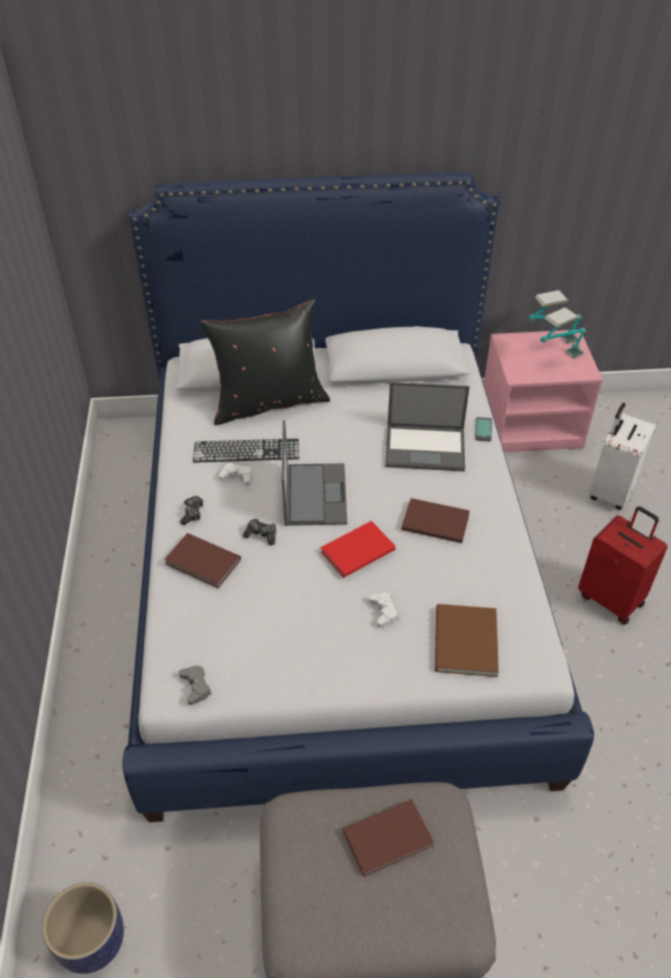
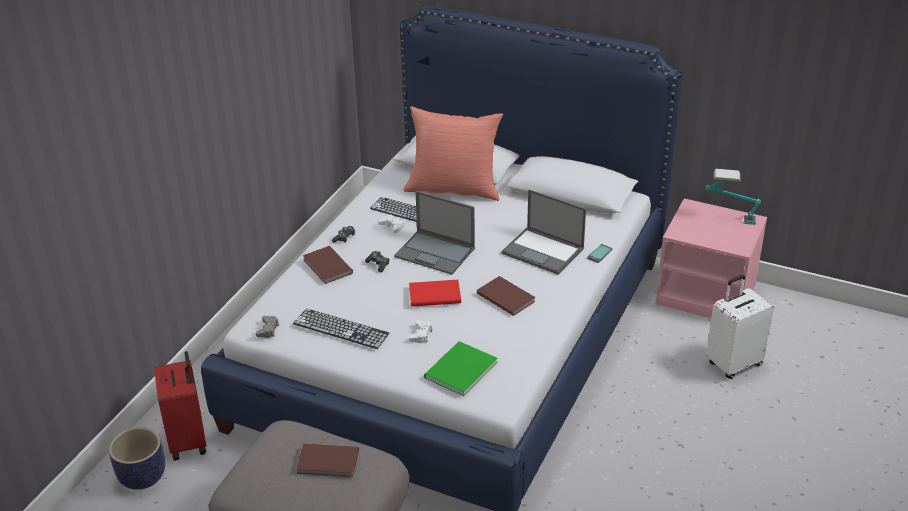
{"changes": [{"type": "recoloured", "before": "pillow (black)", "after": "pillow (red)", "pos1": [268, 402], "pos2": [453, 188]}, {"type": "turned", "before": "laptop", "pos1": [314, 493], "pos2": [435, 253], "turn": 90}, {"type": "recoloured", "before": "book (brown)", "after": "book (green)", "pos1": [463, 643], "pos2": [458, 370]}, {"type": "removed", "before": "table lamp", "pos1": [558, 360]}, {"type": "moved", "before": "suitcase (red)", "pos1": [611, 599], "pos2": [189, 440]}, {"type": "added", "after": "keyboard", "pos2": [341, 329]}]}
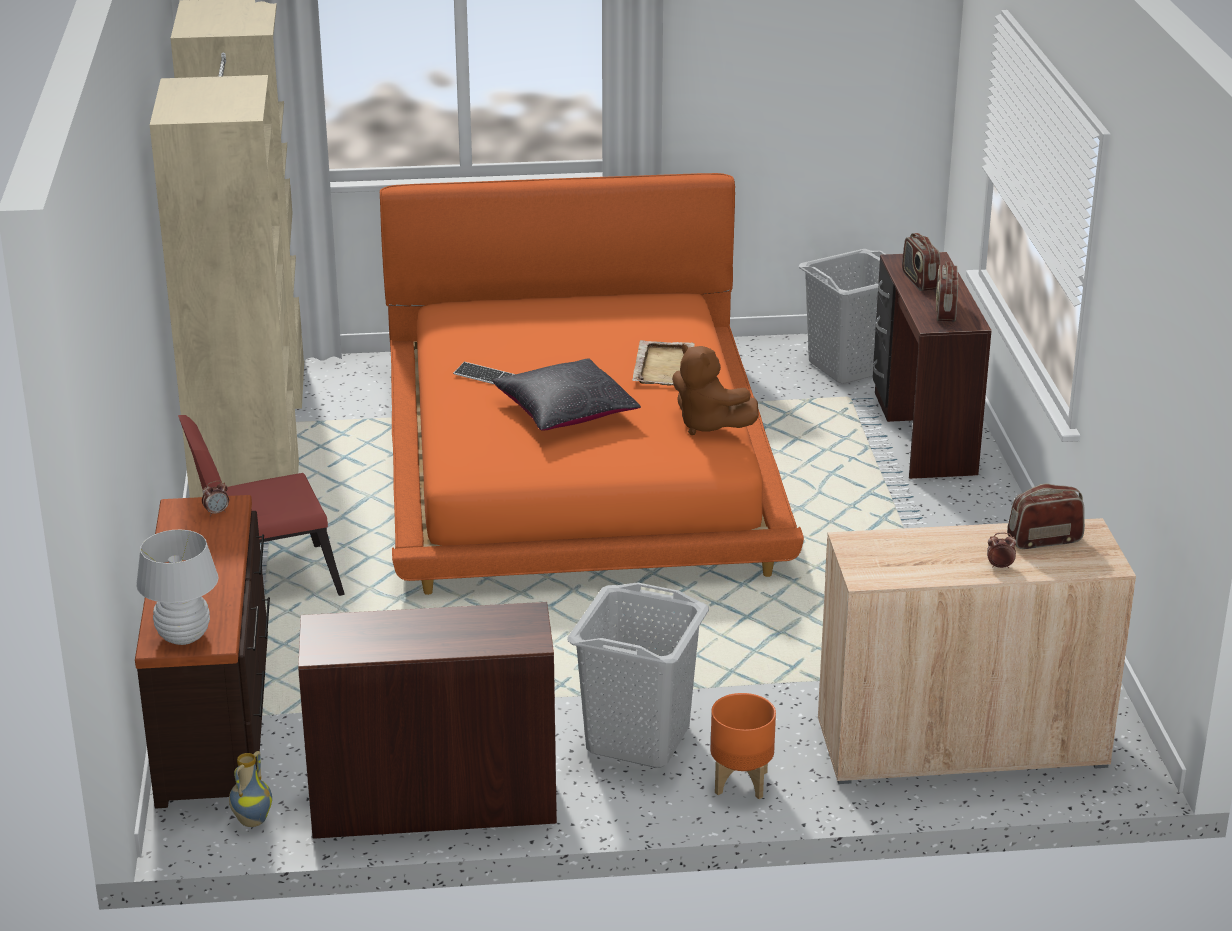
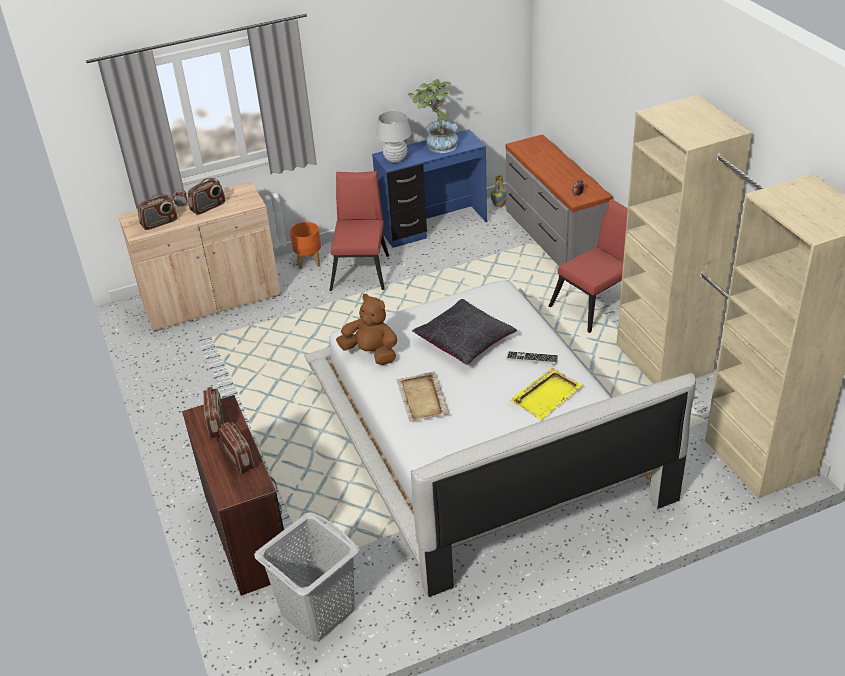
{"changes": [{"type": "recoloured", "before": "dresser (brown)", "after": "dresser (grey)", "pos1": [216, 716], "pos2": [553, 237]}, {"type": "moved", "before": "table lamp (white)", "pos1": [184, 637], "pos2": [395, 159]}, {"type": "recoloured", "before": "desk (brown)", "after": "desk (blue)", "pos1": [433, 802], "pos2": [433, 226]}, {"type": "recoloured", "before": "bed (orange)", "after": "bed (white)", "pos1": [577, 463], "pos2": [481, 435]}, {"type": "replaced", "before": "laundry basket (grey)", "after": "chair (red)", "pos1": [637, 739], "pos2": [361, 269]}, {"type": "added", "after": "radio", "pos2": [208, 207]}, {"type": "added", "after": "potted plant", "pos2": [437, 146]}, {"type": "added", "after": "tray (yellow)", "pos2": [547, 395]}]}
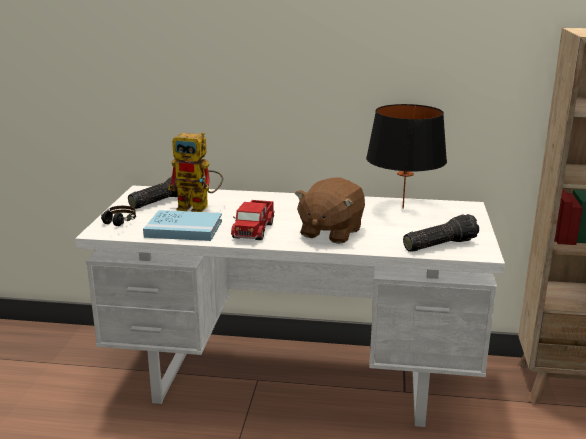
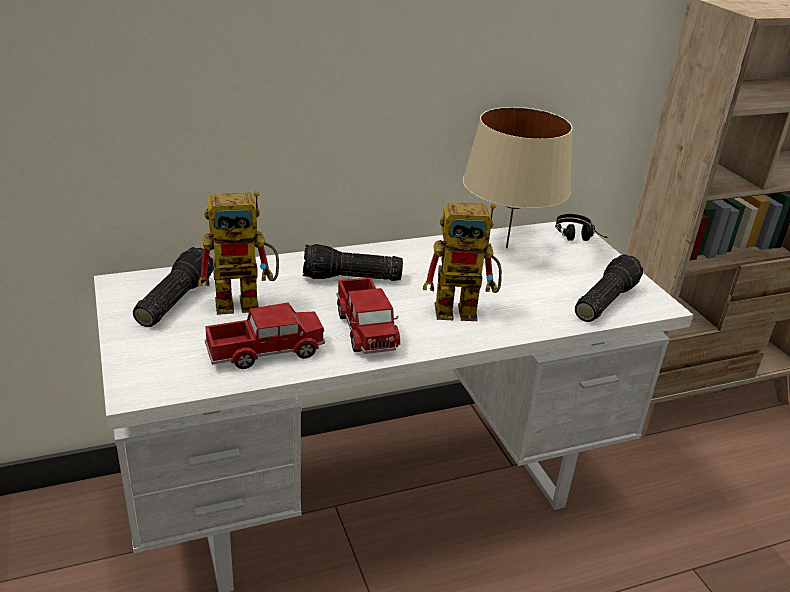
{"changes": [{"type": "moved", "before": "headphones", "pos1": [116, 224], "pos2": [579, 239]}, {"type": "replaced", "before": "book (blue)", "after": "toy truck", "pos1": [184, 229], "pos2": [265, 351]}, {"type": "replaced", "before": "plush toy (brown)", "after": "toy robot", "pos1": [330, 232], "pos2": [465, 310]}, {"type": "recoloured", "before": "table lamp (black)", "after": "table lamp (beige)", "pos1": [403, 208], "pos2": [506, 247]}, {"type": "added", "after": "flashlight", "pos2": [350, 278]}]}
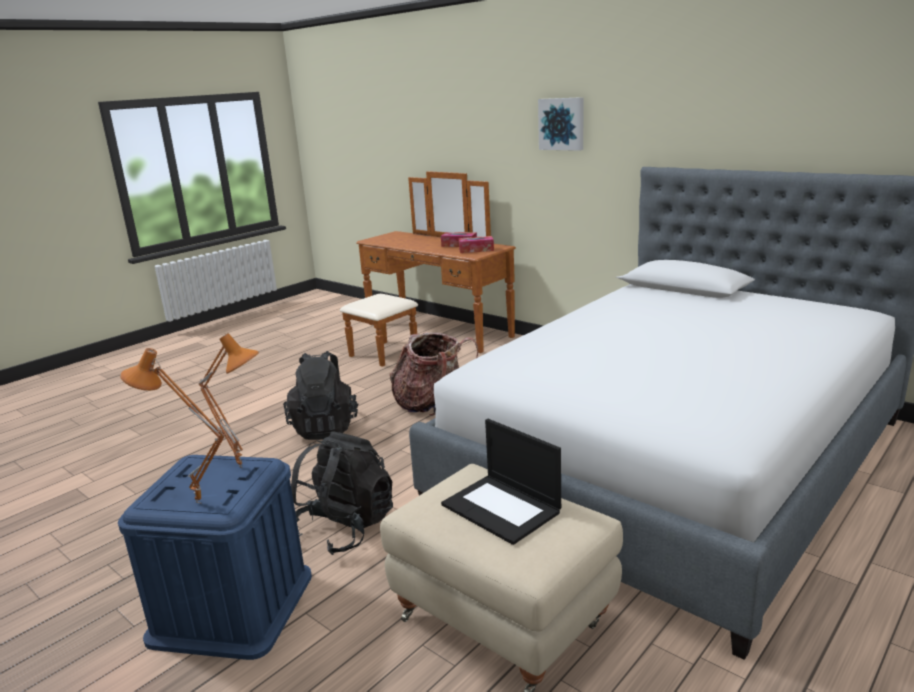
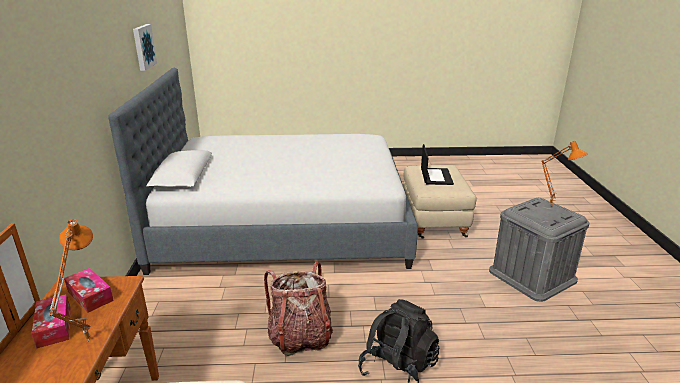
{"changes": [{"type": "recoloured", "before": "storage box (blue)", "after": "storage box (grey)", "pos1": [232, 606], "pos2": [532, 275]}, {"type": "moved", "before": "table lamp (orange)", "pos1": [243, 466], "pos2": [86, 339]}, {"type": "removed", "before": "backpack (black)", "pos1": [345, 528]}, {"type": "moved", "before": "picture", "pos1": [562, 124], "pos2": [143, 47]}]}
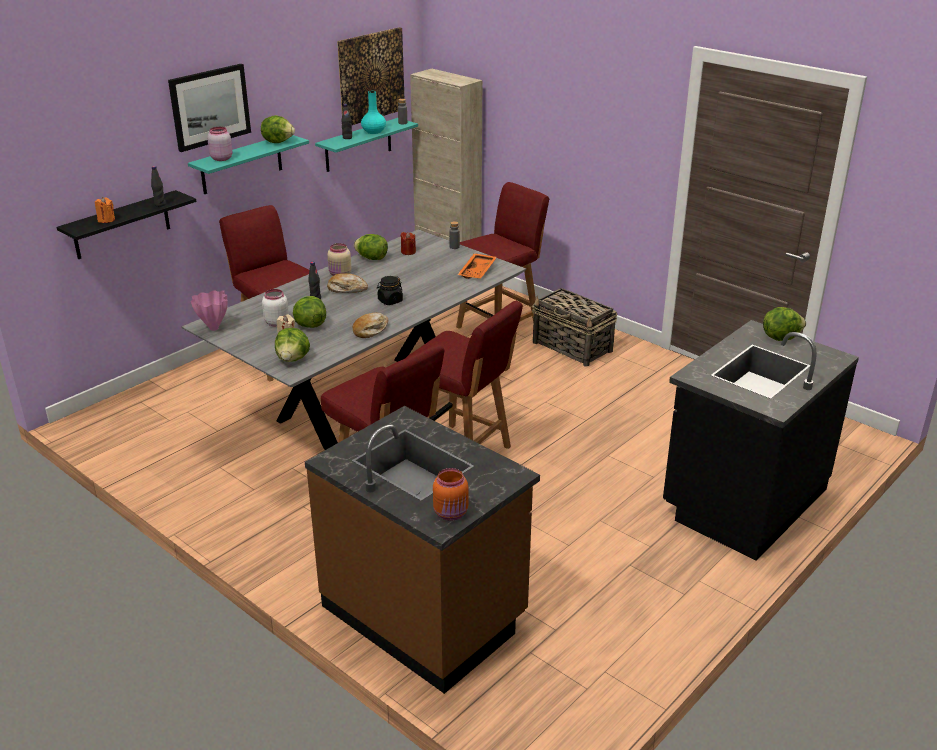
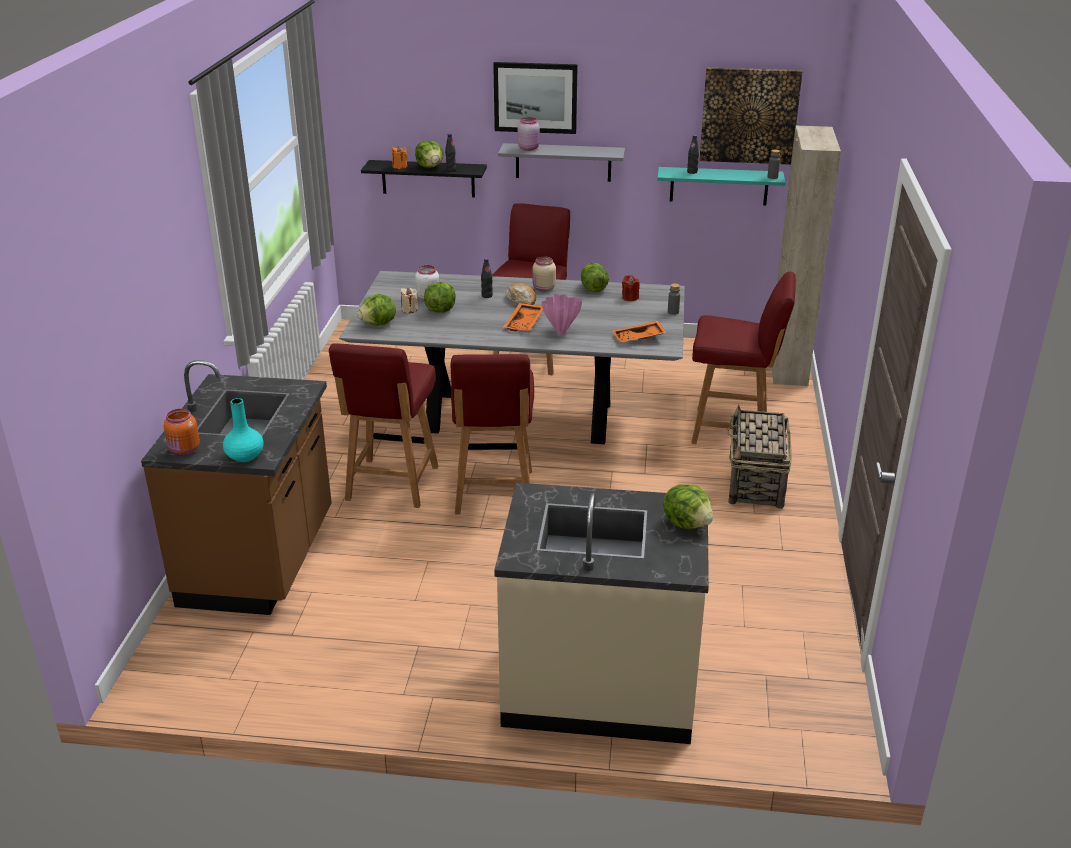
{"changes": [{"type": "recoloured", "before": "shelf (turquoise)", "after": "shelf (grey)", "pos1": [241, 164], "pos2": [563, 162]}, {"type": "moved", "before": "vase (pink)", "pos1": [213, 329], "pos2": [560, 332]}, {"type": "moved", "before": "lettuce", "pos1": [278, 142], "pos2": [430, 167]}, {"type": "removed", "before": "bread", "pos1": [370, 330]}, {"type": "moved", "before": "vase (turquoise)", "pos1": [374, 132], "pos2": [245, 456]}, {"type": "replaced", "before": "jar (black)", "after": "tray (orange)", "pos1": [390, 301], "pos2": [525, 323]}, {"type": "recoloured", "before": "counter (black)", "after": "counter (beige)", "pos1": [742, 500], "pos2": [600, 686]}]}
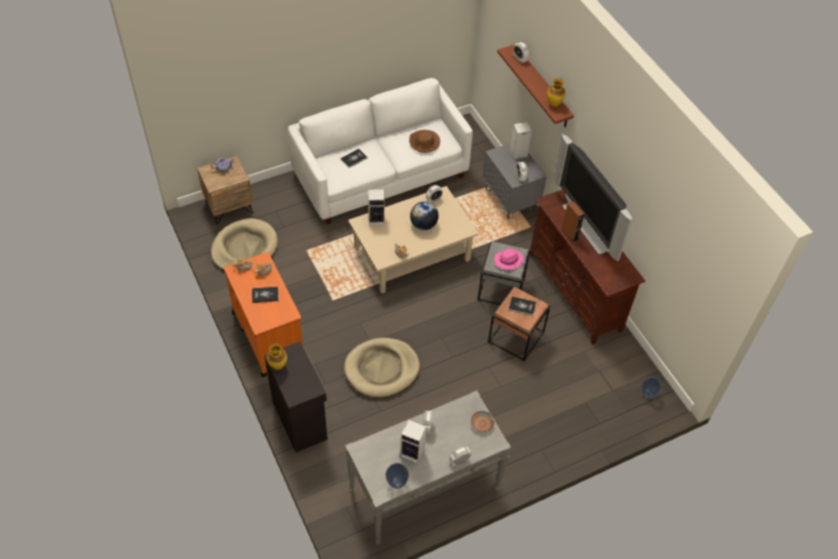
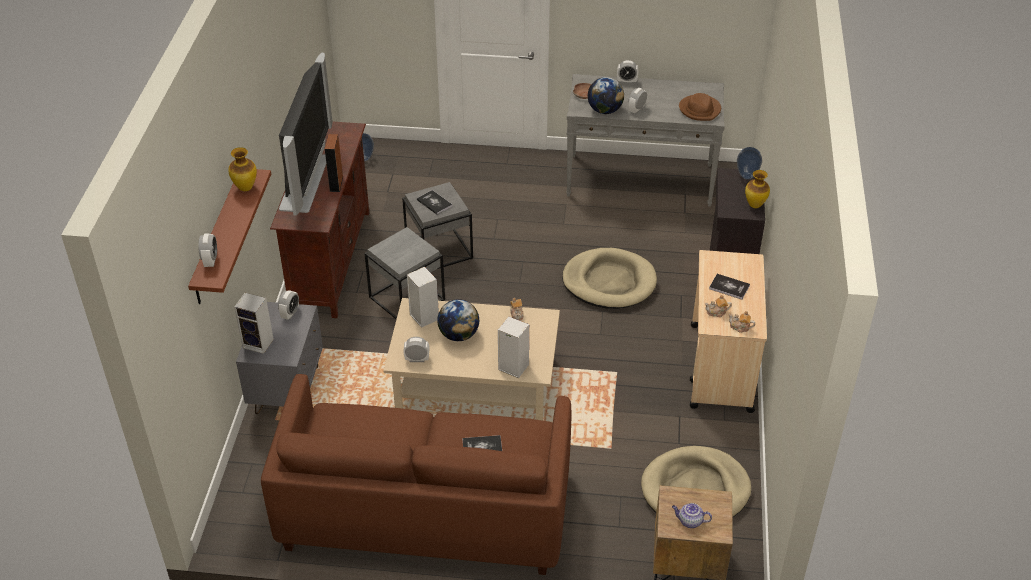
{"changes": [{"type": "recoloured", "before": "cart (orange)", "after": "cart (beige)", "pos1": [268, 335], "pos2": [720, 368]}, {"type": "recoloured", "before": "sofa (white)", "after": "sofa (brown)", "pos1": [381, 175], "pos2": [425, 510]}, {"type": "moved", "before": "vase", "pos1": [397, 483], "pos2": [746, 176]}, {"type": "moved", "before": "speaker", "pos1": [413, 452], "pos2": [423, 316]}, {"type": "moved", "before": "hat (brown)", "pos1": [424, 142], "pos2": [700, 109]}, {"type": "recoloured", "before": "side table (brown)", "after": "side table (grey)", "pos1": [516, 337], "pos2": [439, 249]}, {"type": "removed", "before": "hat (pink)", "pos1": [508, 261]}, {"type": "added", "after": "globe", "pos2": [605, 110]}]}
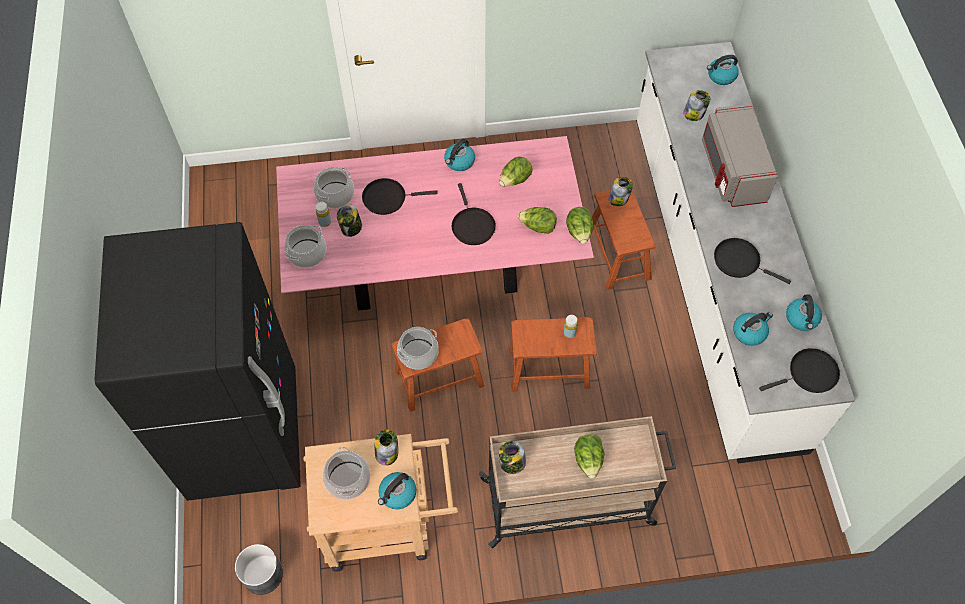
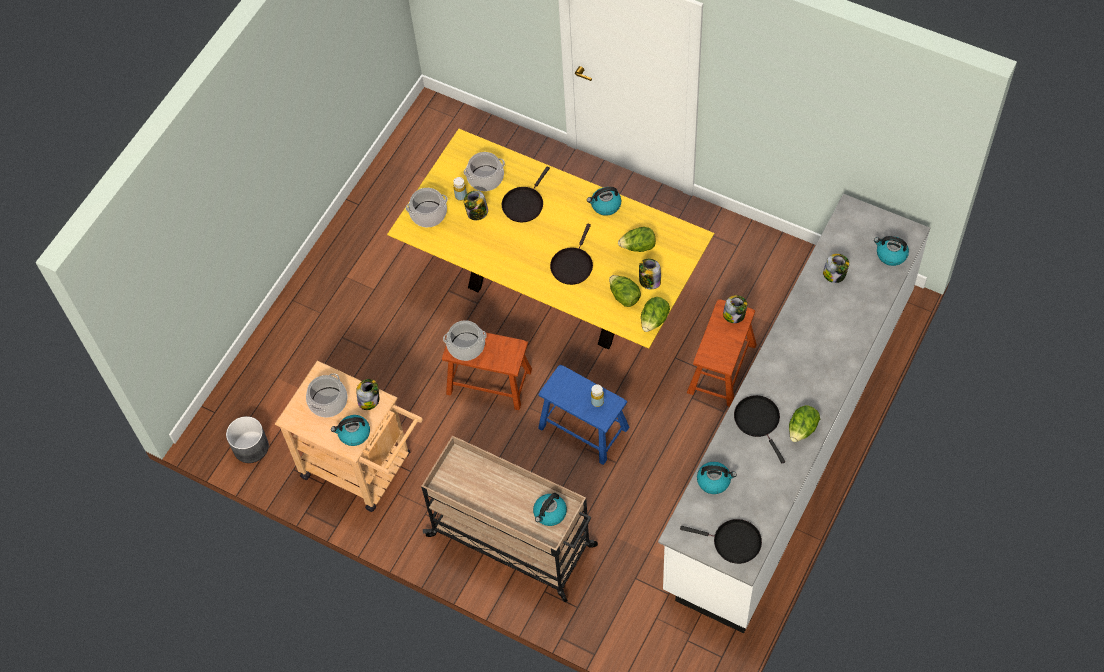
{"changes": [{"type": "removed", "before": "fridge (black)", "pos1": [245, 434]}, {"type": "recoloured", "before": "dining table (pink)", "after": "dining table (yellow)", "pos1": [435, 271], "pos2": [554, 292]}, {"type": "turned", "before": "frying pan (black)", "pos1": [387, 198], "pos2": [524, 204], "turn": -90}, {"type": "moved", "before": "jar", "pos1": [512, 463], "pos2": [649, 281]}, {"type": "recoloured", "before": "stool (brown)", "after": "stool (blue)", "pos1": [549, 367], "pos2": [583, 427]}, {"type": "moved", "before": "lettuce", "pos1": [588, 460], "pos2": [802, 430]}, {"type": "removed", "before": "microwave (grey)", "pos1": [731, 170]}, {"type": "moved", "before": "kettle", "pos1": [801, 319], "pos2": [550, 513]}]}
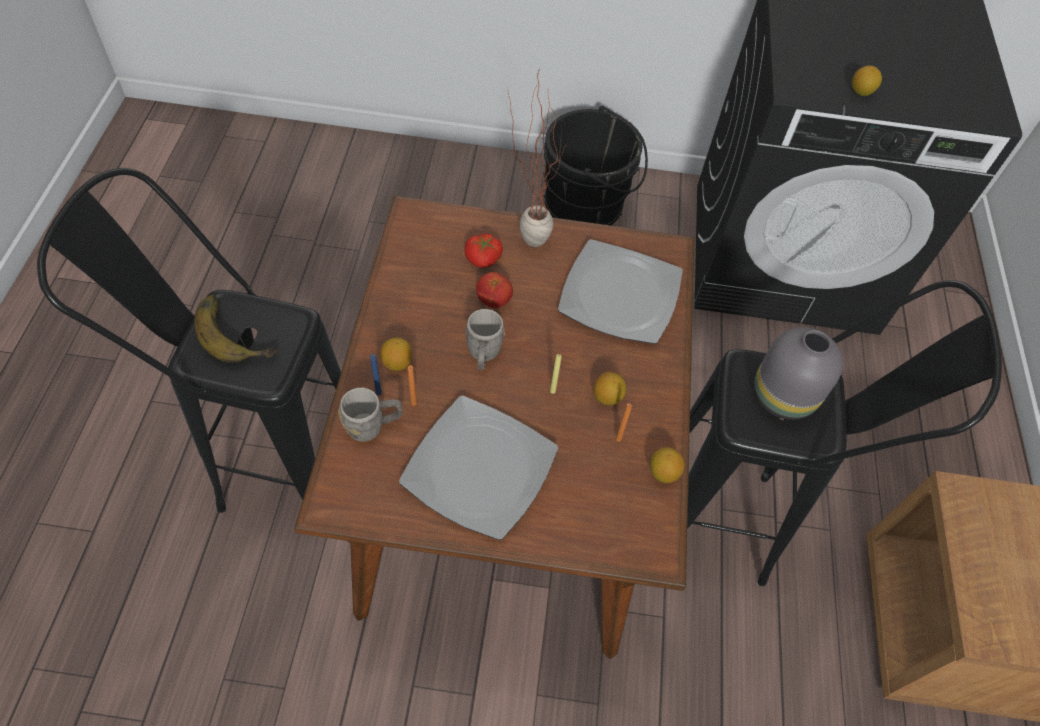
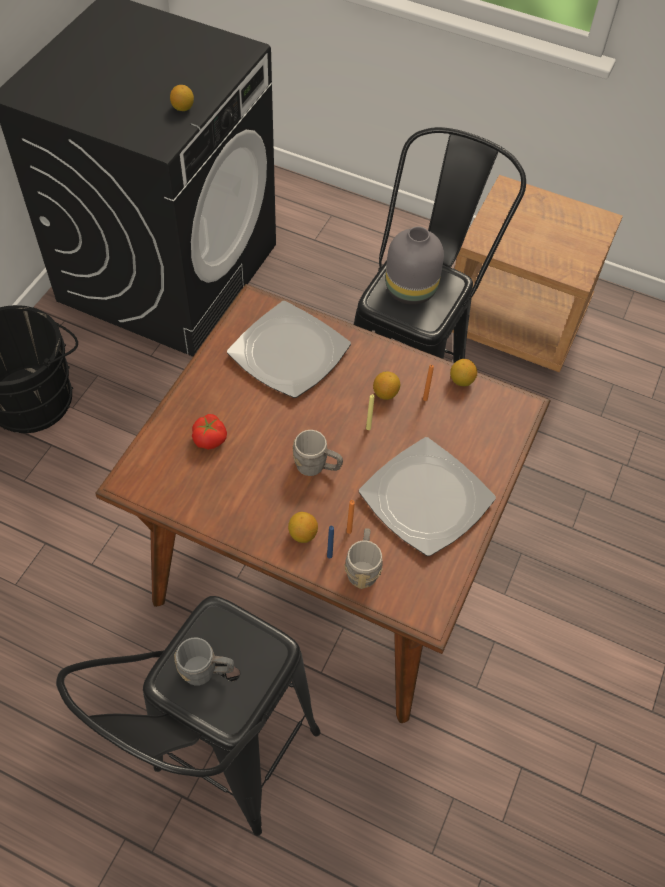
{"changes": [{"type": "replaced", "before": "banana", "after": "mug (grey)", "pos1": [237, 330], "pos2": [206, 671]}, {"type": "removed", "before": "tomato", "pos1": [494, 300]}, {"type": "removed", "before": "potted plant", "pos1": [526, 236]}]}
